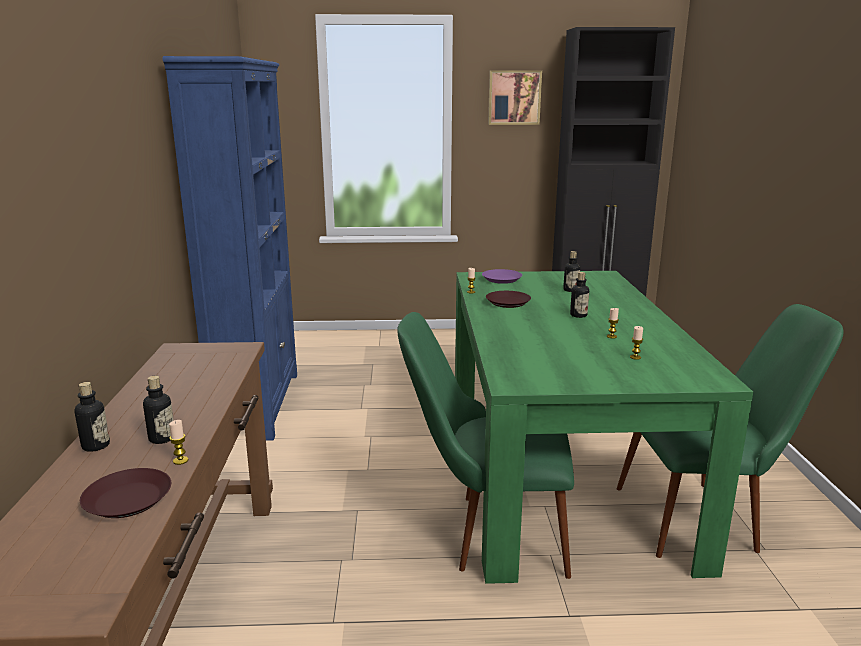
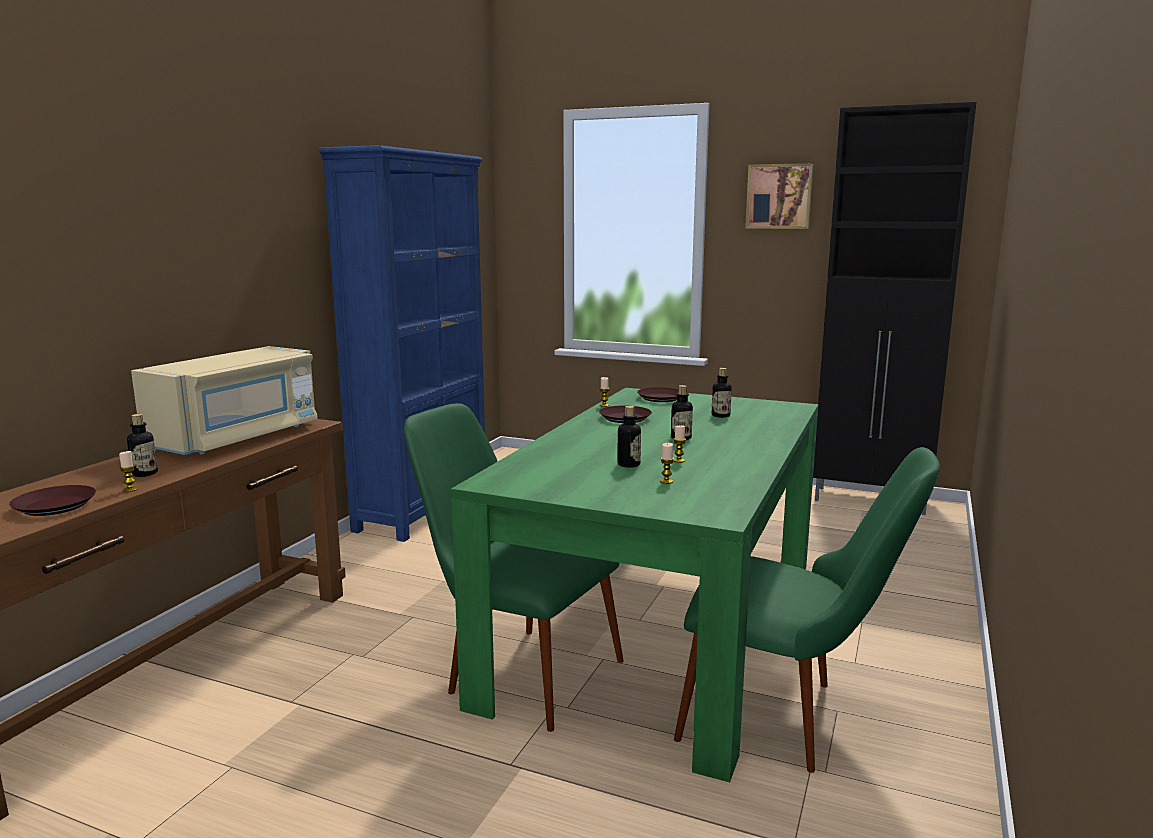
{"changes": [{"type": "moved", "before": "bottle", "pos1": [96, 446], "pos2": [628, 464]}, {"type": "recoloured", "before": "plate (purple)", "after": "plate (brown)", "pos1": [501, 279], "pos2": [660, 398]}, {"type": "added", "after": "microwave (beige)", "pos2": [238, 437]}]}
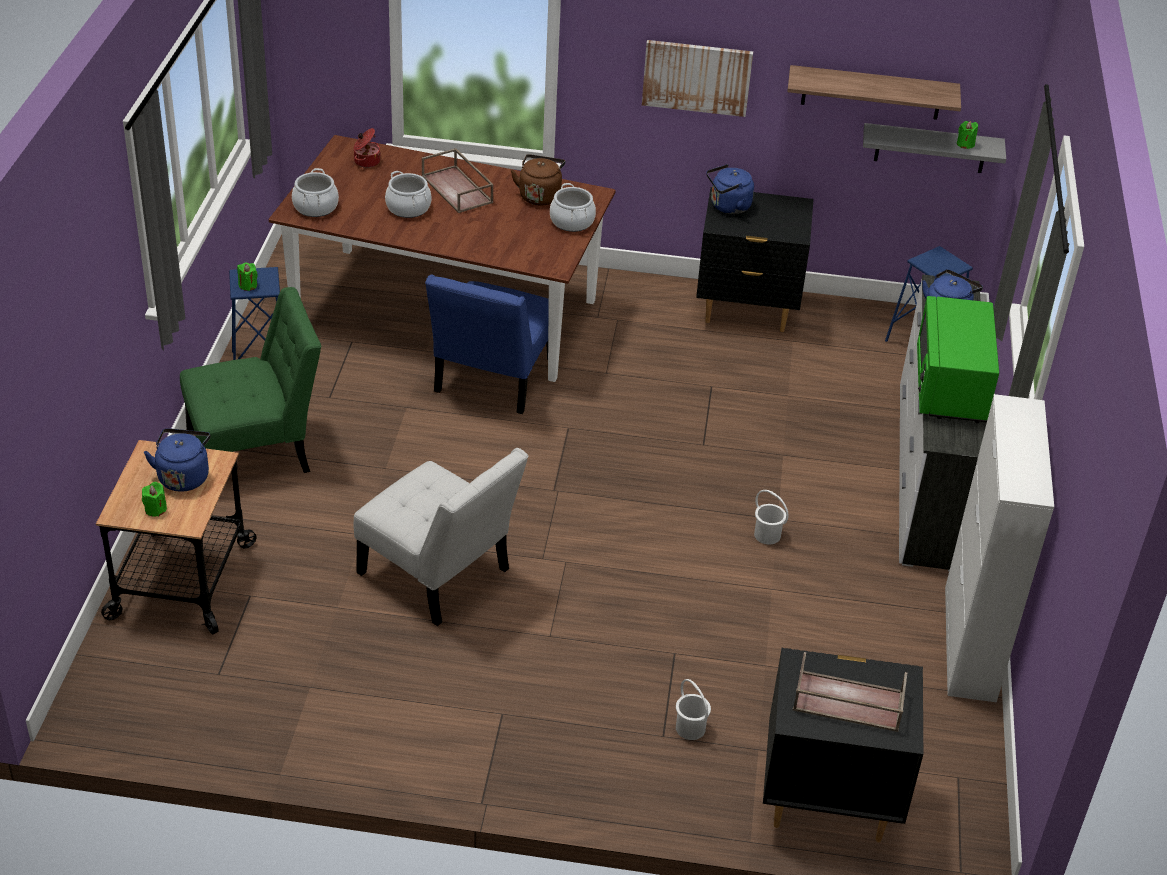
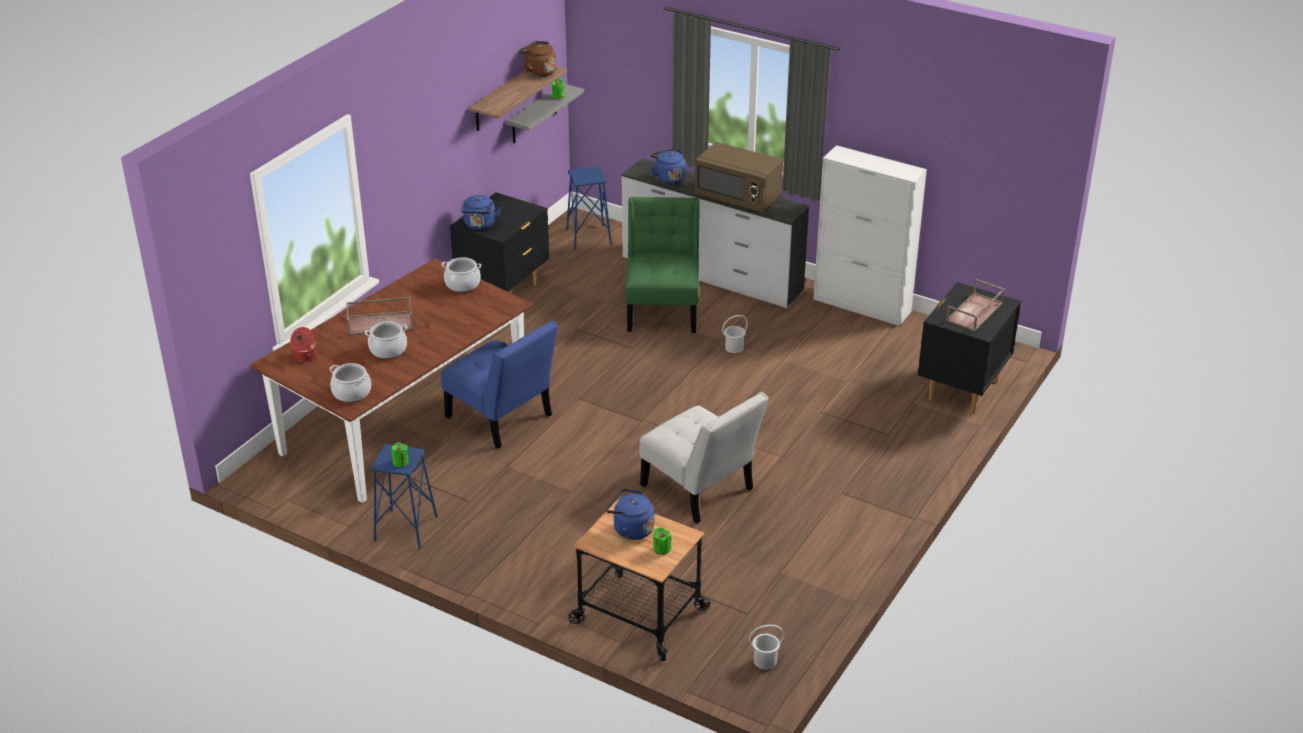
{"changes": [{"type": "moved", "before": "chair (green)", "pos1": [256, 450], "pos2": [663, 309]}, {"type": "turned", "before": "chair (white)", "pos1": [439, 576], "pos2": [701, 491], "turn": 75}, {"type": "moved", "before": "kettle (brown)", "pos1": [540, 195], "pos2": [538, 72]}, {"type": "removed", "before": "picture", "pos1": [697, 77]}, {"type": "moved", "before": "bucket (white)", "pos1": [690, 729], "pos2": [765, 661]}, {"type": "recoloured", "before": "microwave (green)", "after": "microwave (brown)", "pos1": [950, 387], "pos2": [738, 198]}]}
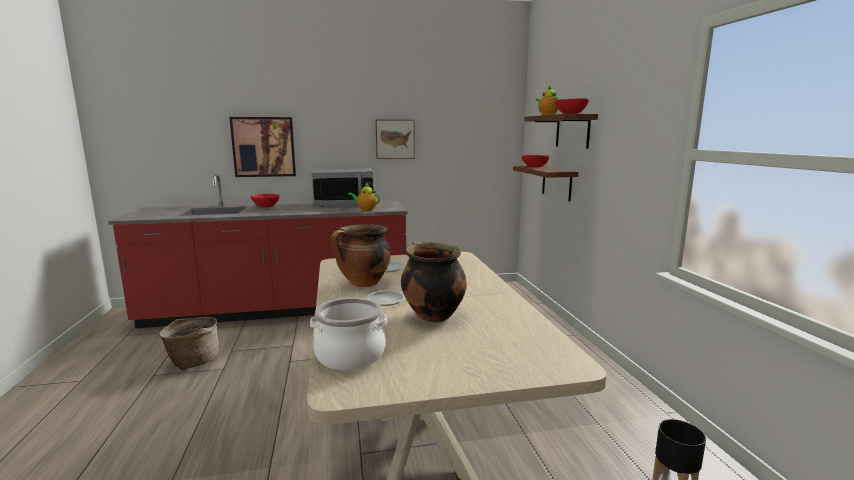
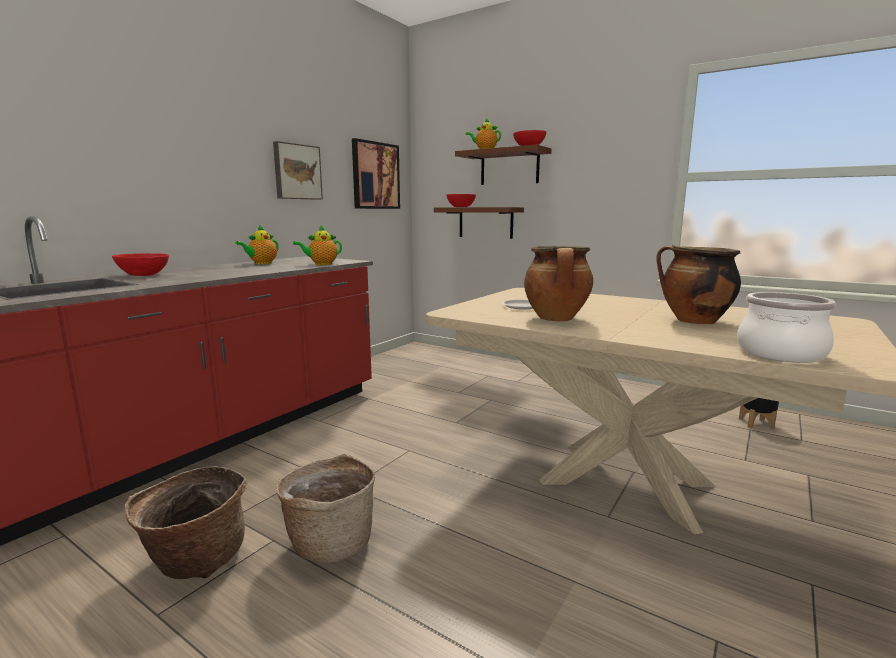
{"changes": [{"type": "moved", "before": "picture", "pos1": [264, 147], "pos2": [375, 176]}, {"type": "replaced", "before": "microwave", "after": "teapot", "pos1": [344, 204], "pos2": [261, 263]}, {"type": "removed", "before": "plate (white)", "pos1": [385, 301]}, {"type": "added", "after": "basket", "pos2": [330, 541]}]}
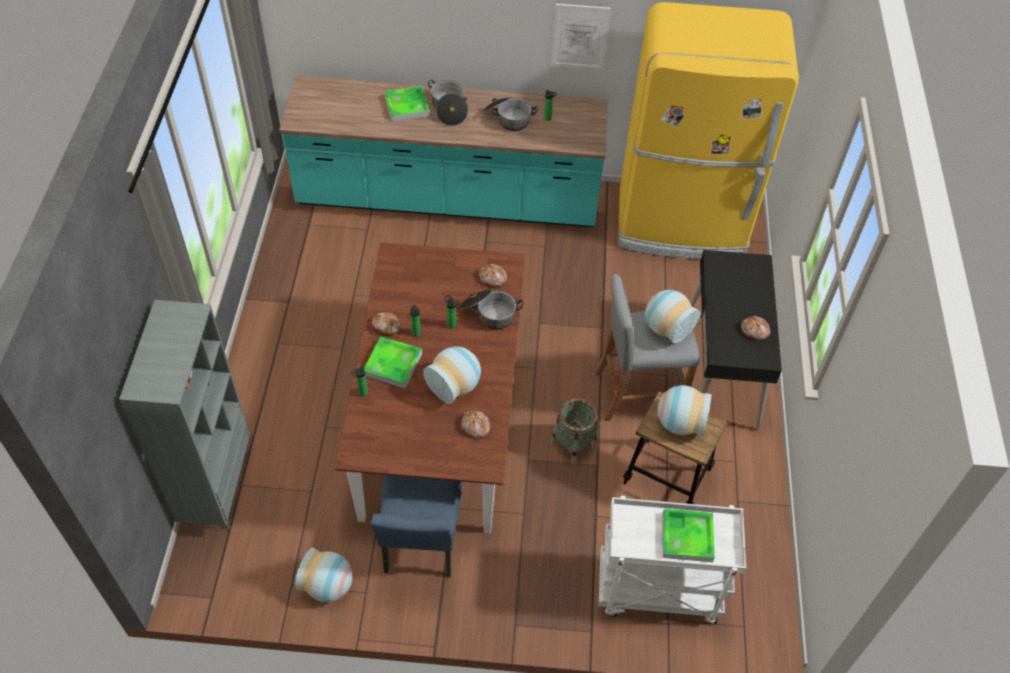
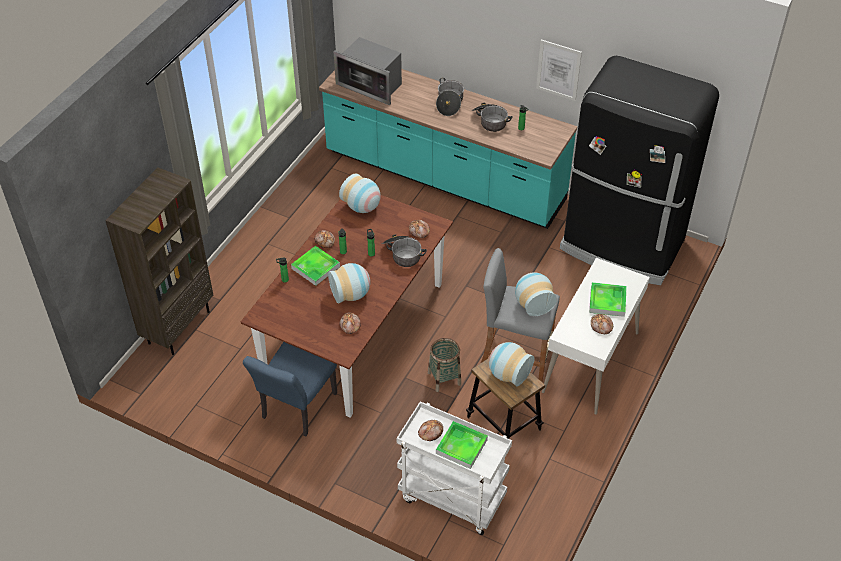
{"changes": [{"type": "recoloured", "before": "bookcase (grey)", "after": "bookcase (brown)", "pos1": [217, 489], "pos2": [178, 326]}, {"type": "moved", "before": "vase", "pos1": [329, 586], "pos2": [362, 207]}, {"type": "moved", "before": "tray", "pos1": [407, 106], "pos2": [607, 301]}, {"type": "recoloured", "before": "fridge (yellow)", "after": "fridge (black)", "pos1": [681, 224], "pos2": [622, 246]}, {"type": "recoloured", "before": "desk (black)", "after": "desk (white)", "pos1": [721, 370], "pos2": [591, 363]}, {"type": "added", "after": "microwave", "pos2": [371, 85]}, {"type": "added", "after": "bread", "pos2": [430, 432]}]}
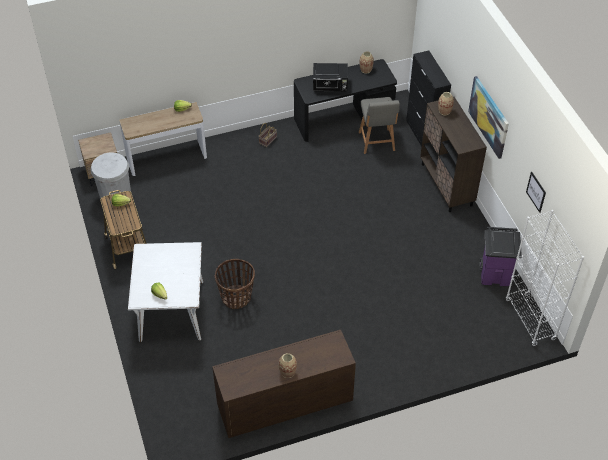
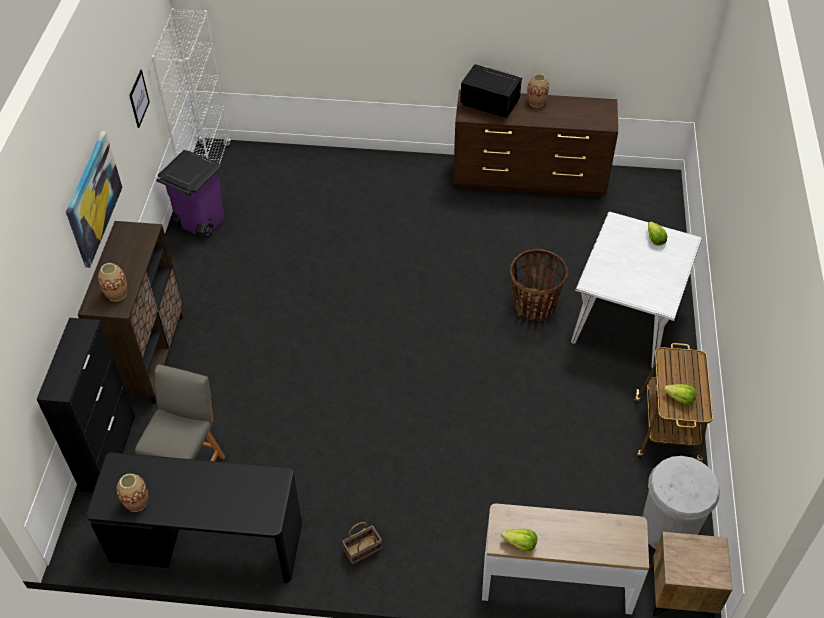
{"changes": [{"type": "moved", "before": "microwave (black)", "pos1": [330, 86], "pos2": [489, 104]}]}
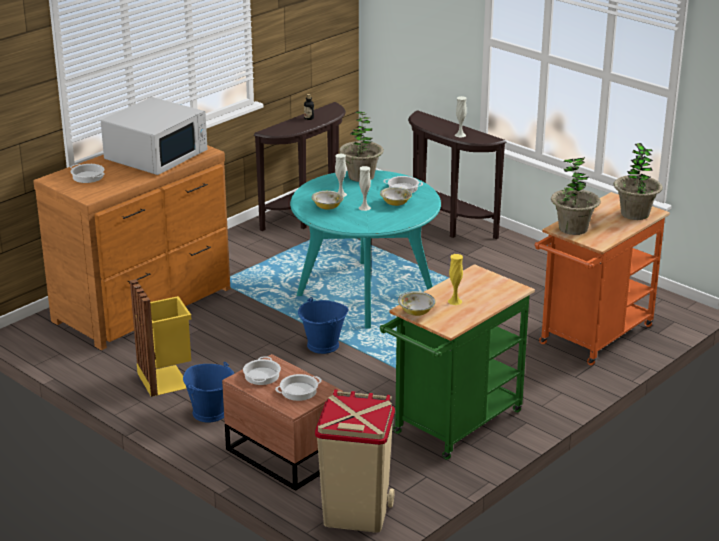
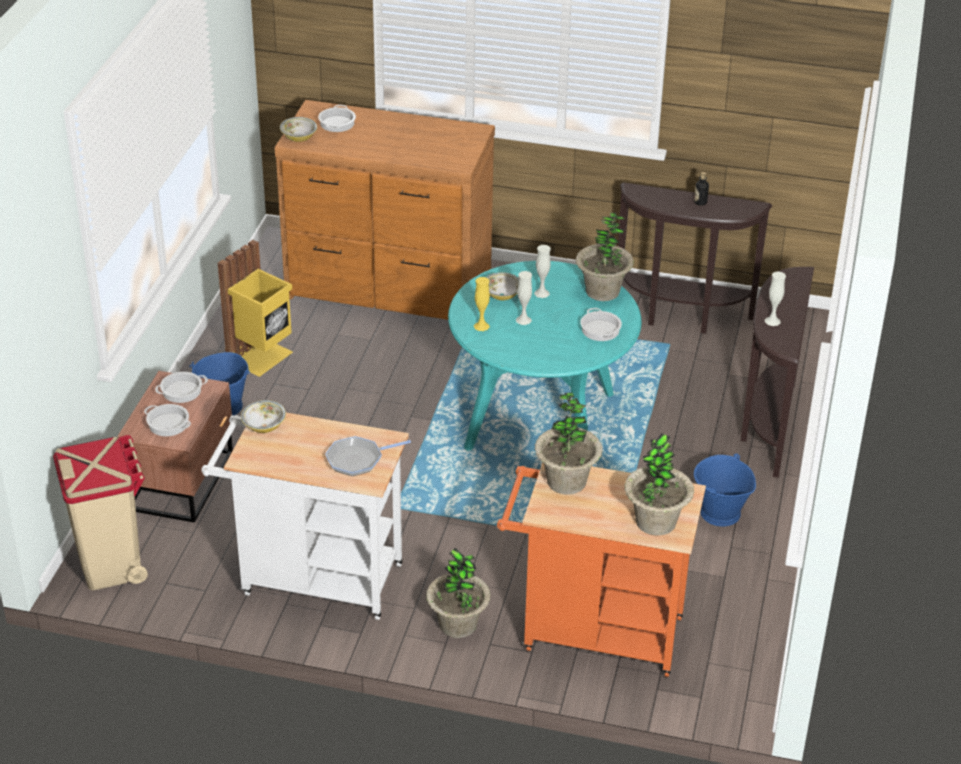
{"changes": [{"type": "removed", "before": "microwave (white)", "pos1": [157, 155]}, {"type": "moved", "before": "bucket (blue)", "pos1": [323, 345], "pos2": [719, 513]}, {"type": "moved", "before": "bowl", "pos1": [395, 203], "pos2": [299, 137]}, {"type": "recoloured", "before": "cart (green)", "after": "cart (white)", "pos1": [453, 426], "pos2": [312, 579]}, {"type": "moved", "before": "vase (yellow)", "pos1": [455, 301], "pos2": [481, 326]}, {"type": "added", "after": "frying pan", "pos2": [357, 459]}, {"type": "added", "after": "potted plant", "pos2": [458, 625]}]}
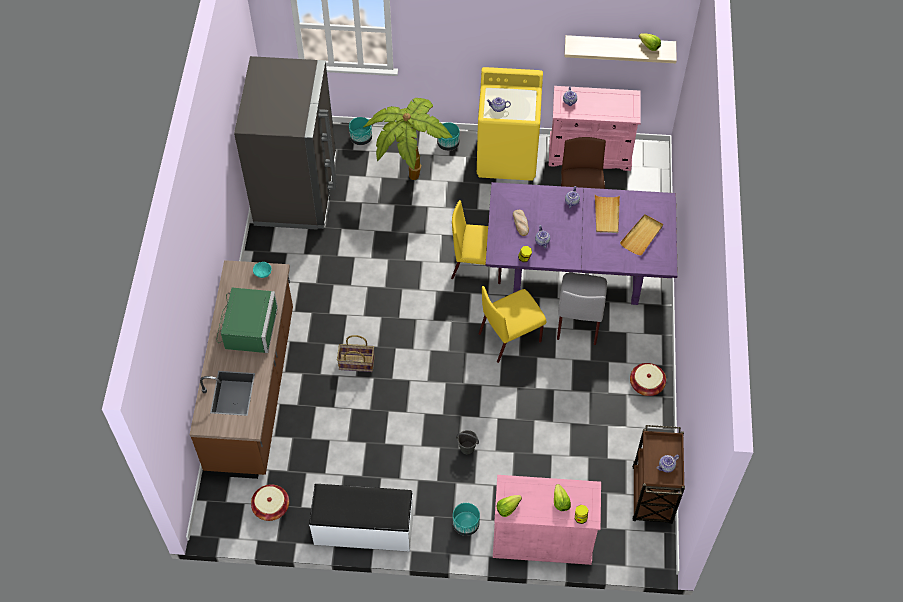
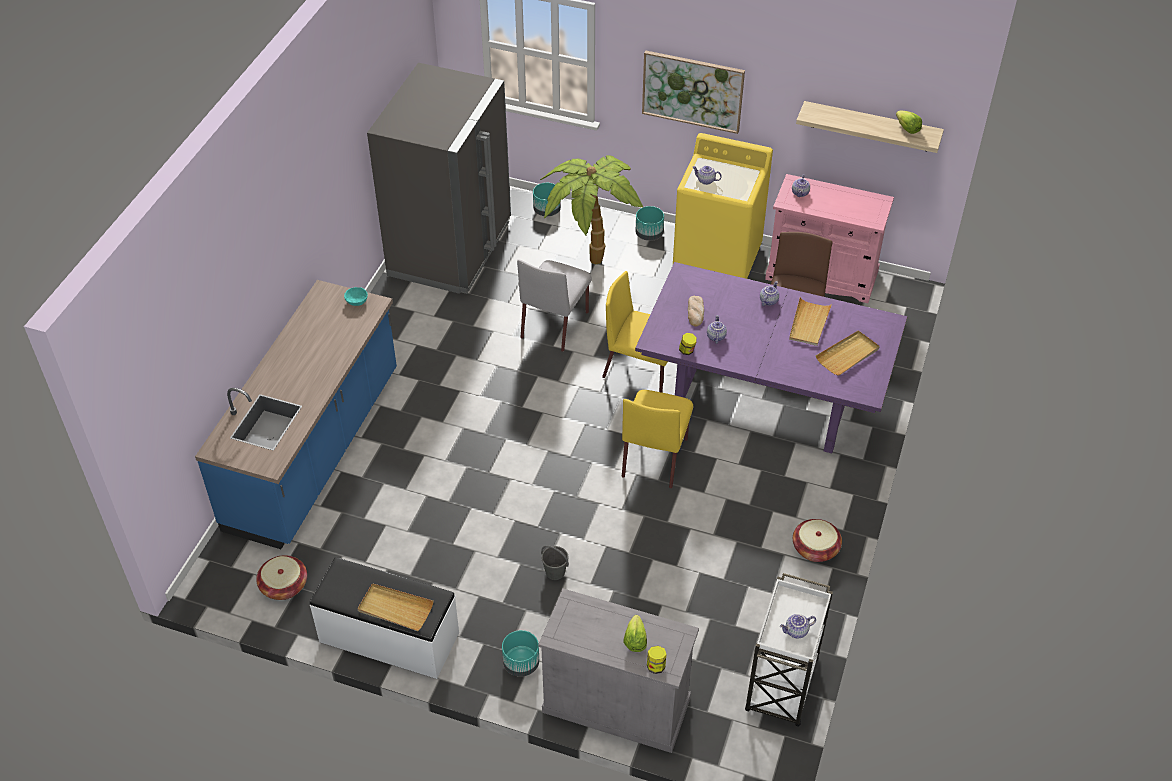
{"changes": [{"type": "recoloured", "before": "counter (brown)", "after": "counter (blue)", "pos1": [253, 390], "pos2": [315, 450]}, {"type": "removed", "before": "microwave (green)", "pos1": [247, 328]}, {"type": "removed", "before": "basket", "pos1": [356, 363]}, {"type": "turned", "before": "chair (yellow)", "pos1": [511, 337], "pos2": [655, 456], "turn": -60}, {"type": "recoloured", "before": "cabinet (pink)", "after": "cabinet (grey)", "pos1": [542, 538], "pos2": [616, 705]}, {"type": "removed", "before": "lettuce", "pos1": [507, 508]}, {"type": "moved", "before": "chair (grey)", "pos1": [579, 320], "pos2": [555, 324]}, {"type": "recoloured", "before": "cart (brown)", "after": "cart (white)", "pos1": [652, 496], "pos2": [781, 686]}, {"type": "added", "after": "tray (beige)", "pos2": [395, 609]}, {"type": "added", "after": "picture", "pos2": [692, 91]}]}
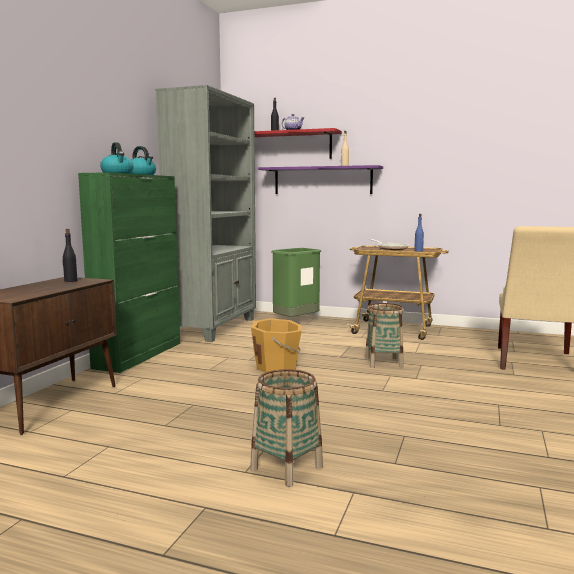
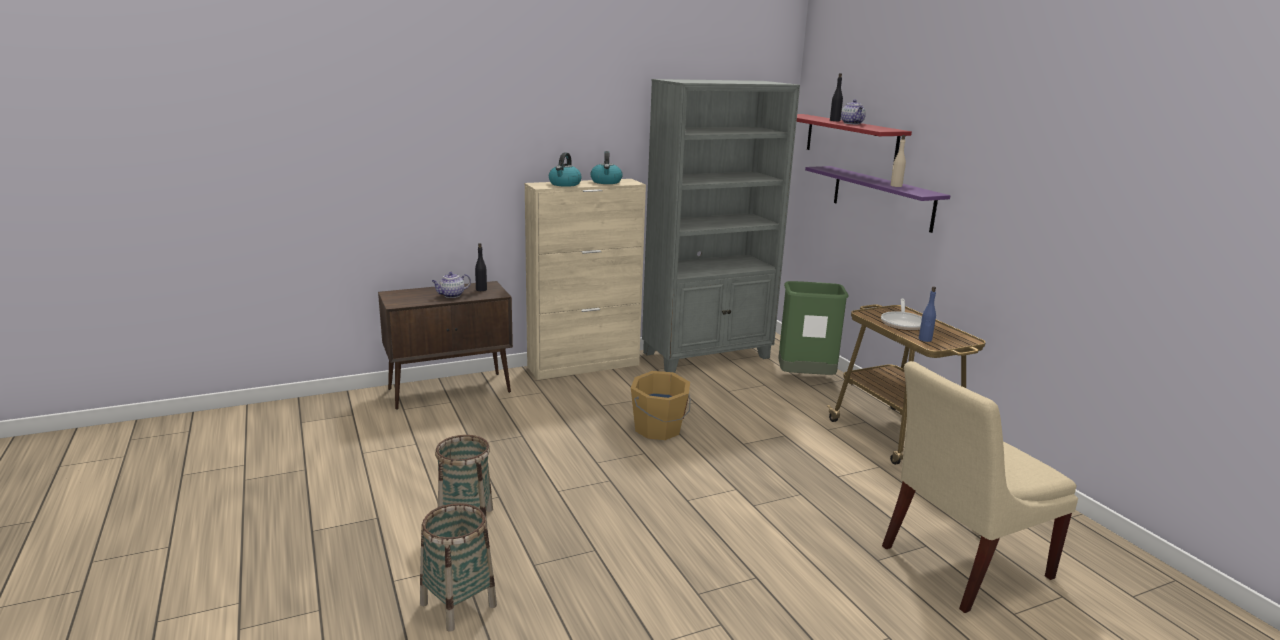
{"changes": [{"type": "recoloured", "before": "cabinet (green)", "after": "cabinet (beige)", "pos1": [139, 355], "pos2": [584, 366]}, {"type": "moved", "before": "basket", "pos1": [383, 362], "pos2": [458, 604]}, {"type": "added", "after": "teapot", "pos2": [451, 295]}]}
